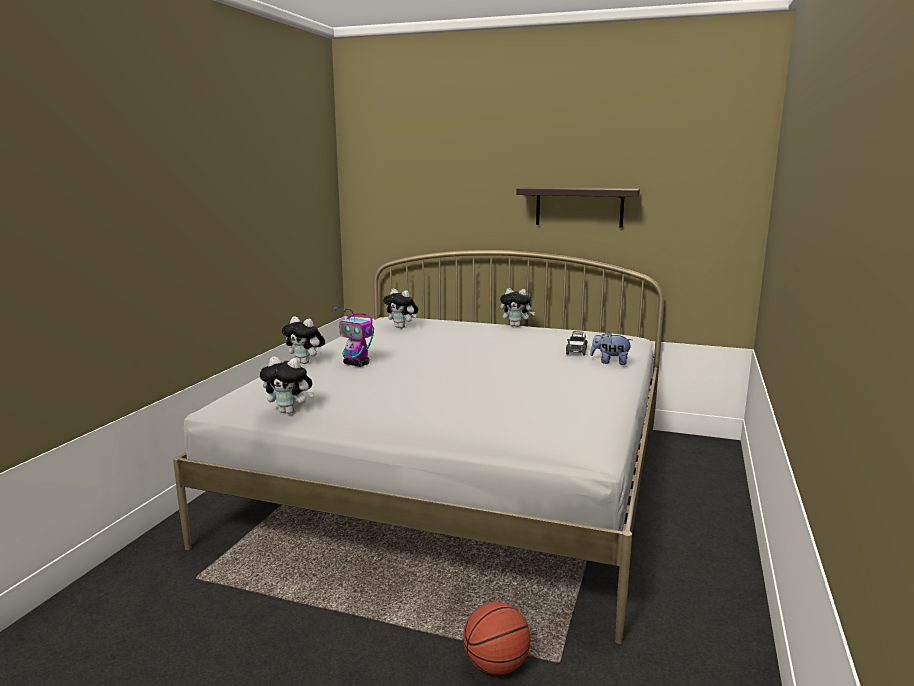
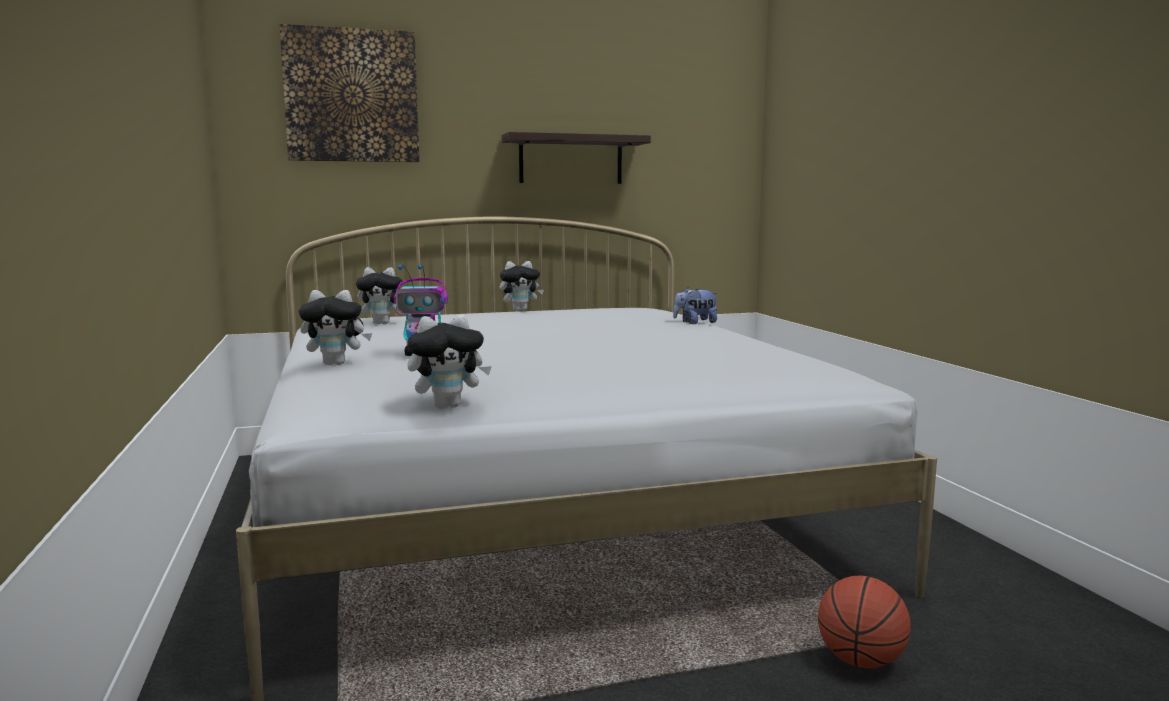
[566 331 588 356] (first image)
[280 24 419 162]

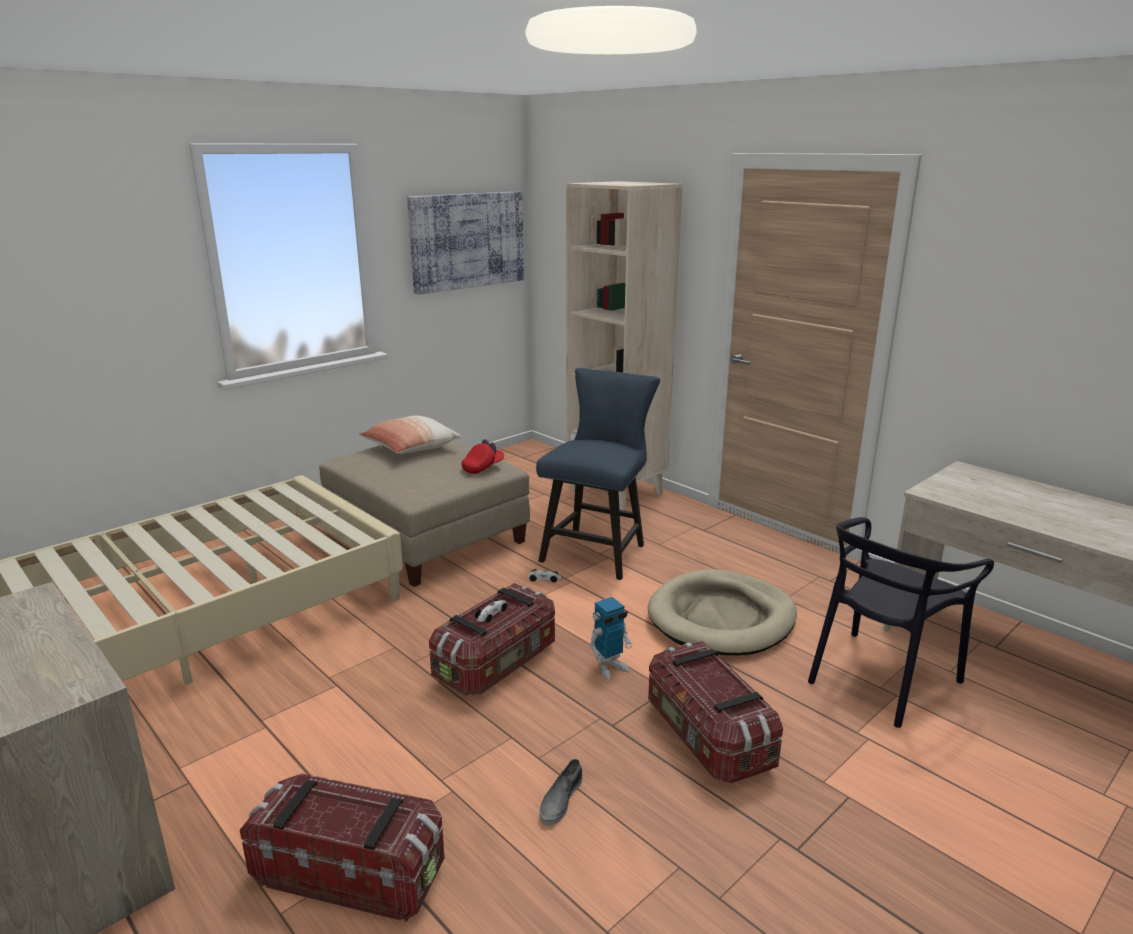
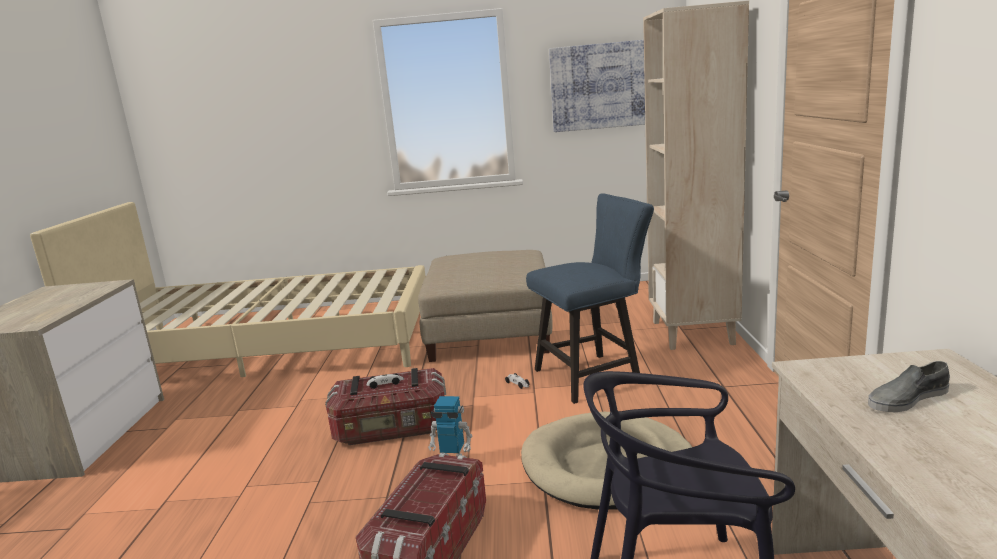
[240 774 445 922] (first image)
[359 416 461 454] (first image)
[462 439 504 474] (first image)
[868 361 950 412]

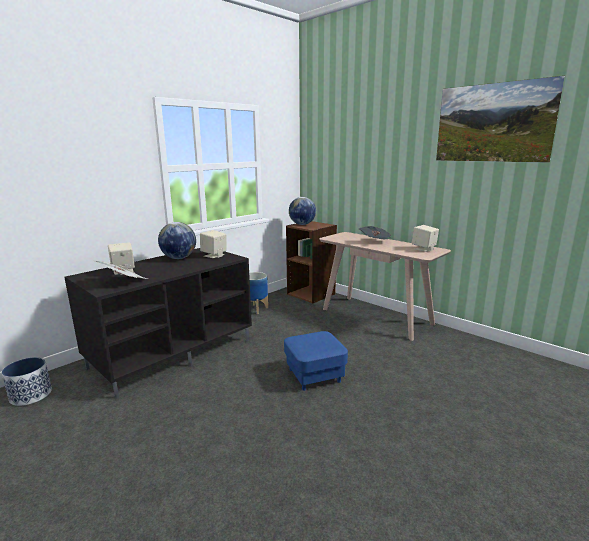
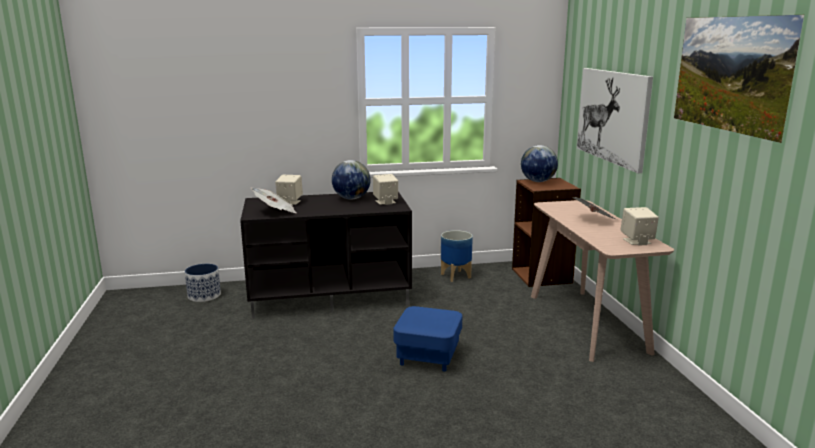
[577 68 653 173]

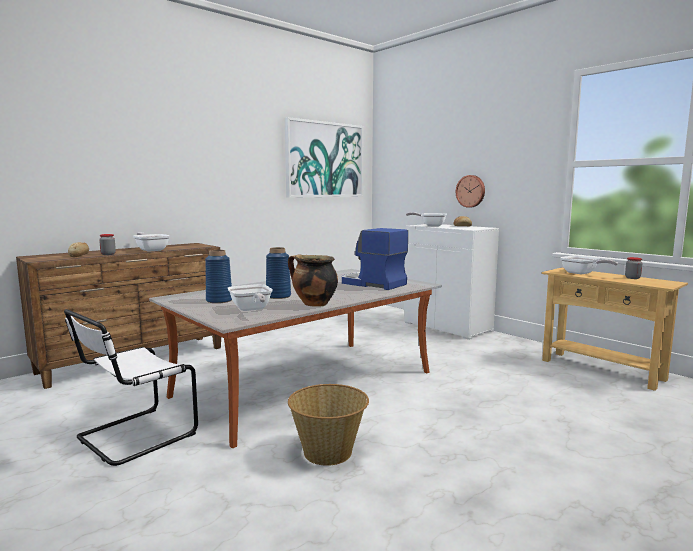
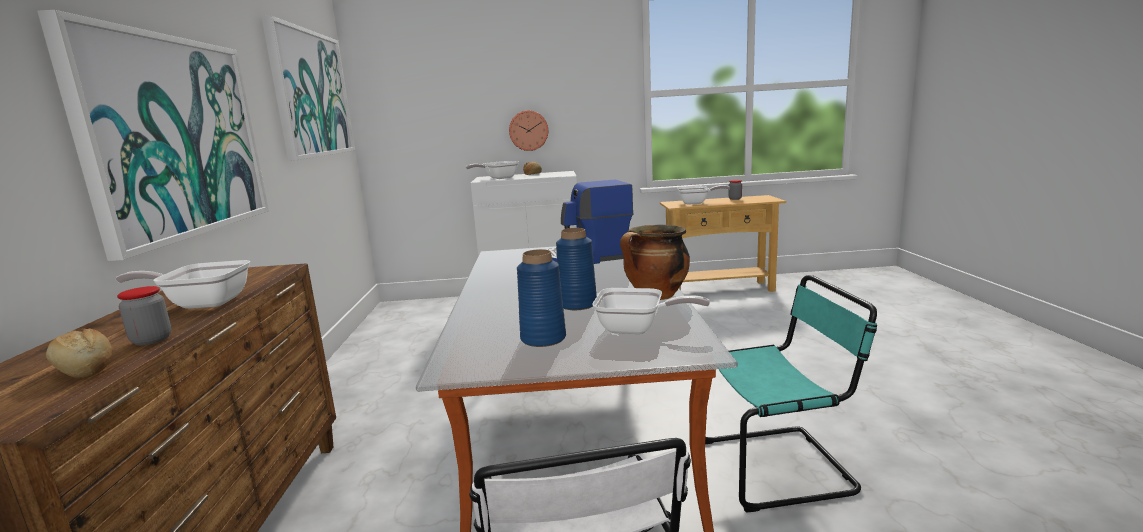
[37 10 269 261]
[705 275 877 512]

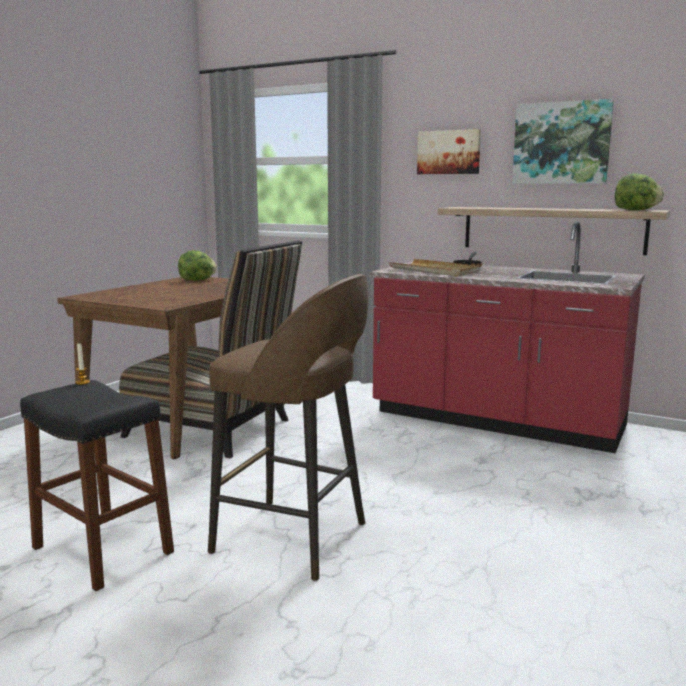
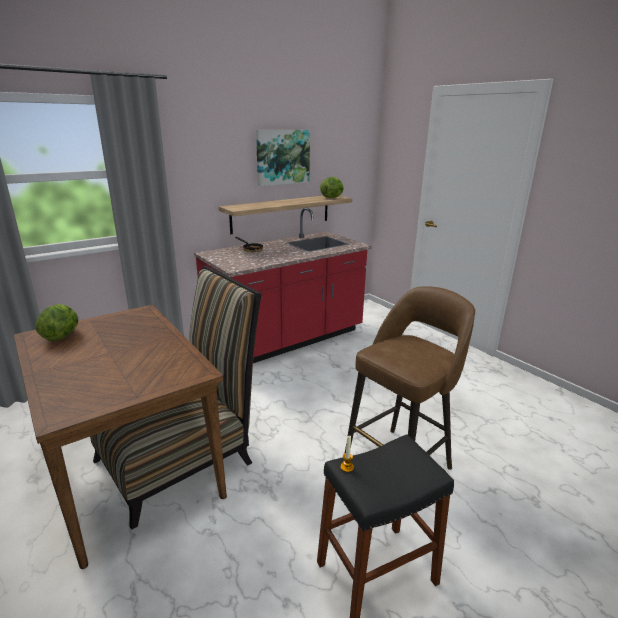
[389 259 480 276] (first image)
[417 129 481 174] (first image)

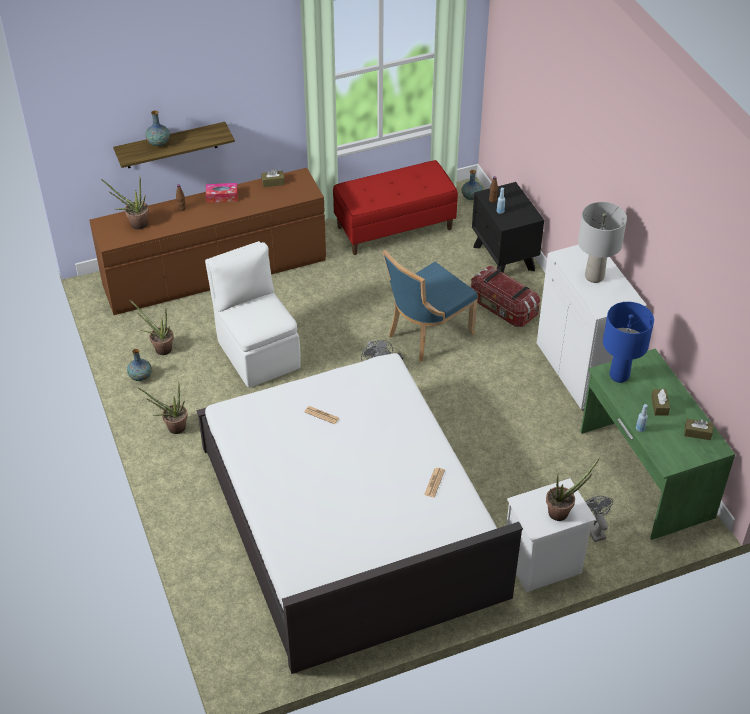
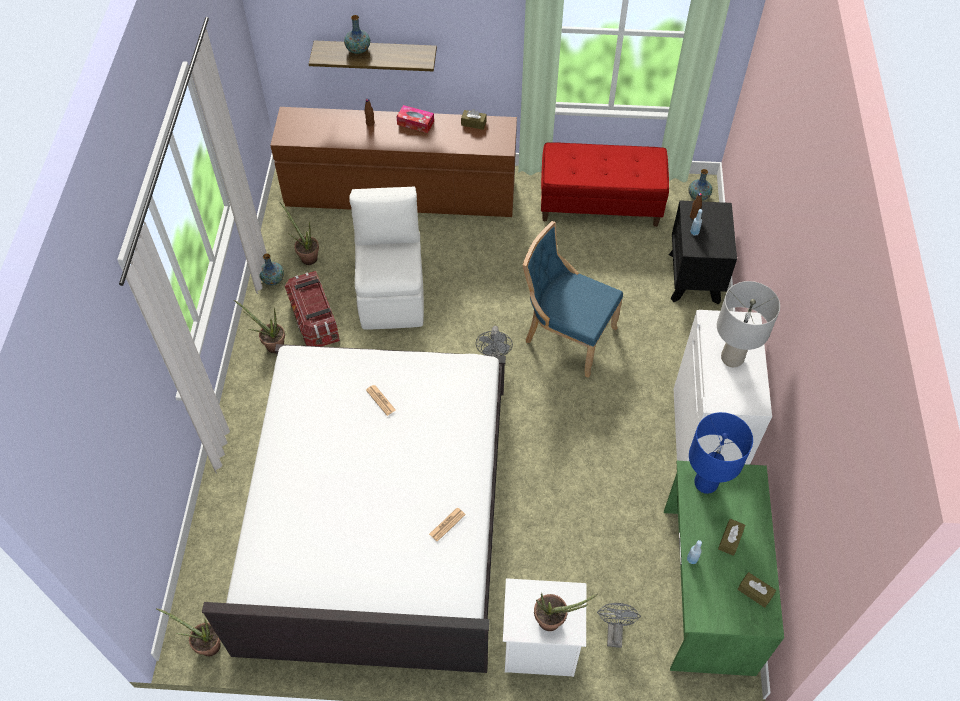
[156 608 221 657]
[285 271 340 346]
[523 221 623 378]

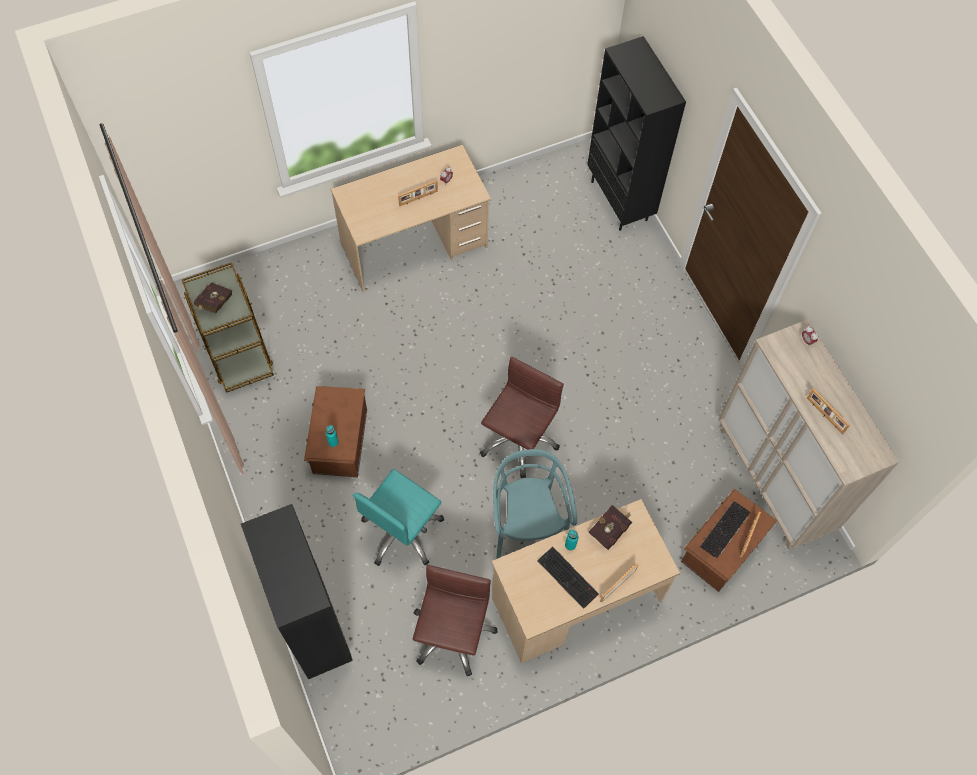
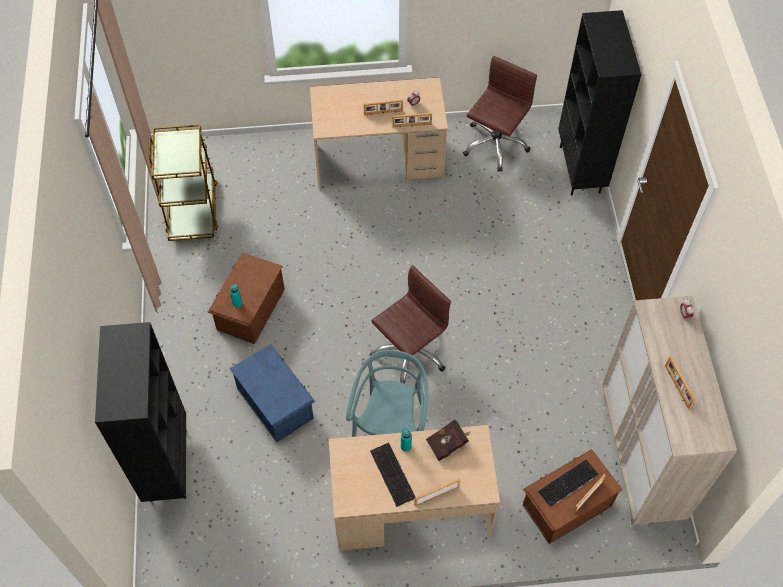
[194 282 232 314] (first image)
[393 113 432 127]
[463 56 537 172]
[230 344 315 442]

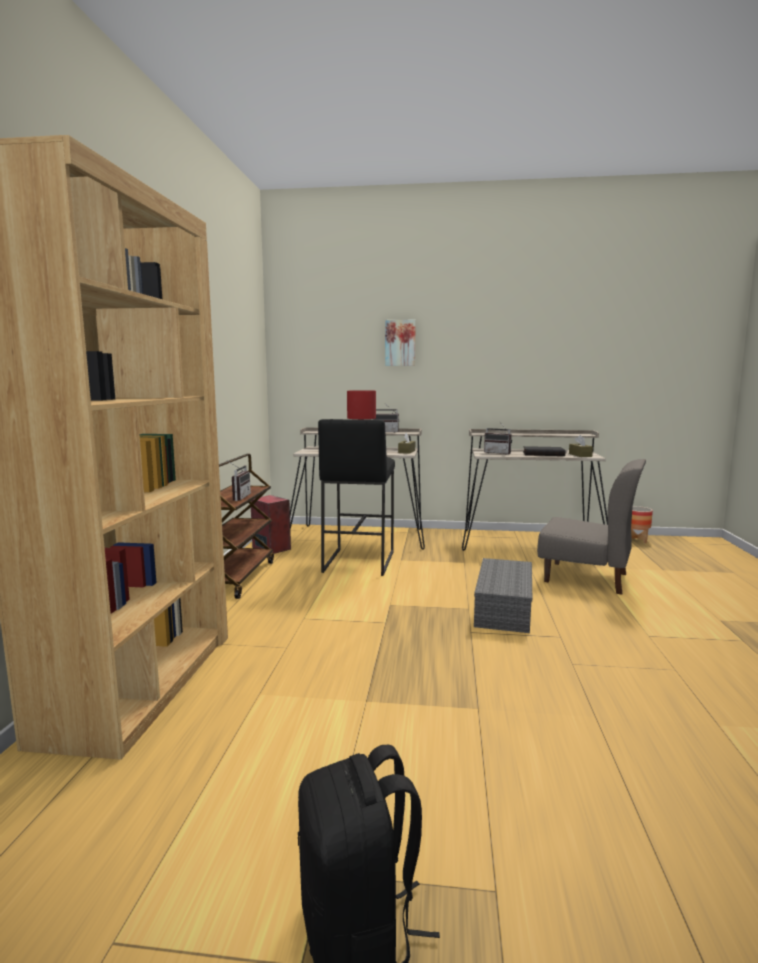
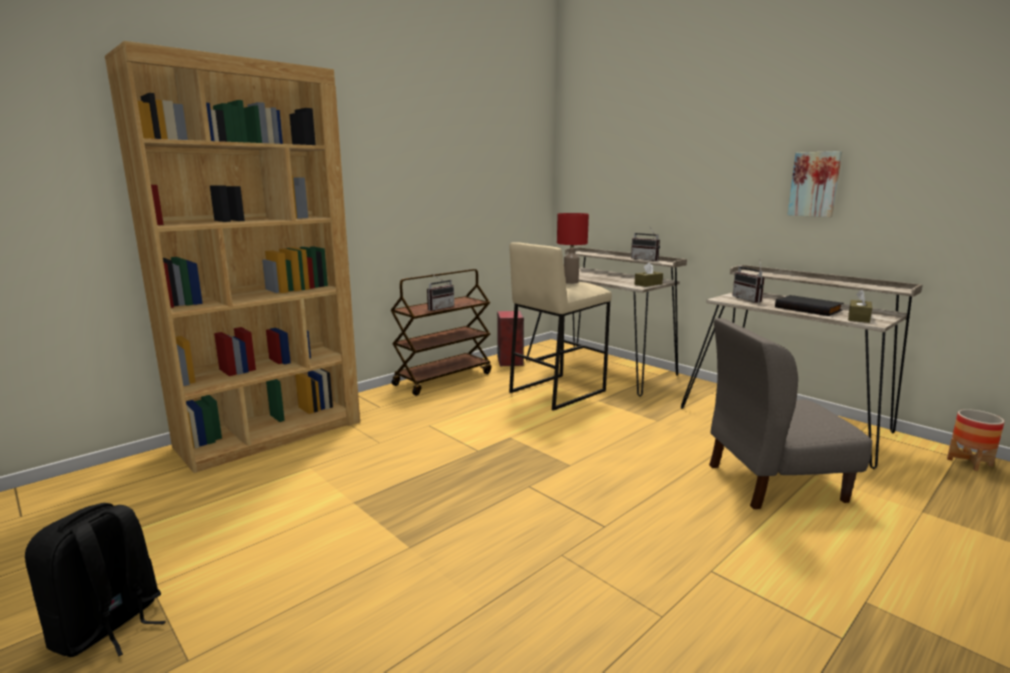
[474 558 532 633] (first image)
[788 151 842 217]
[509 242 612 411]
[709 318 872 509]

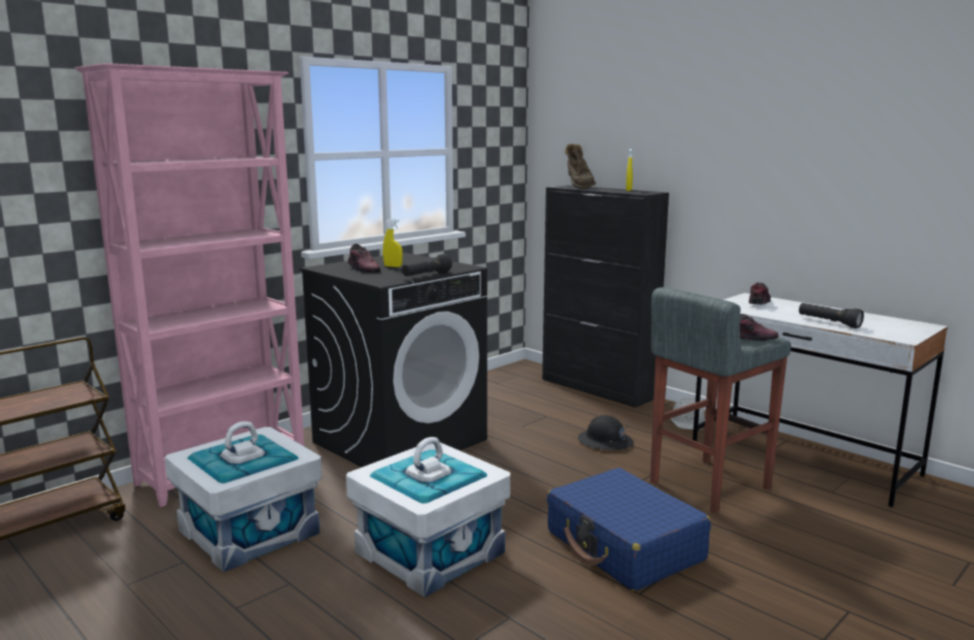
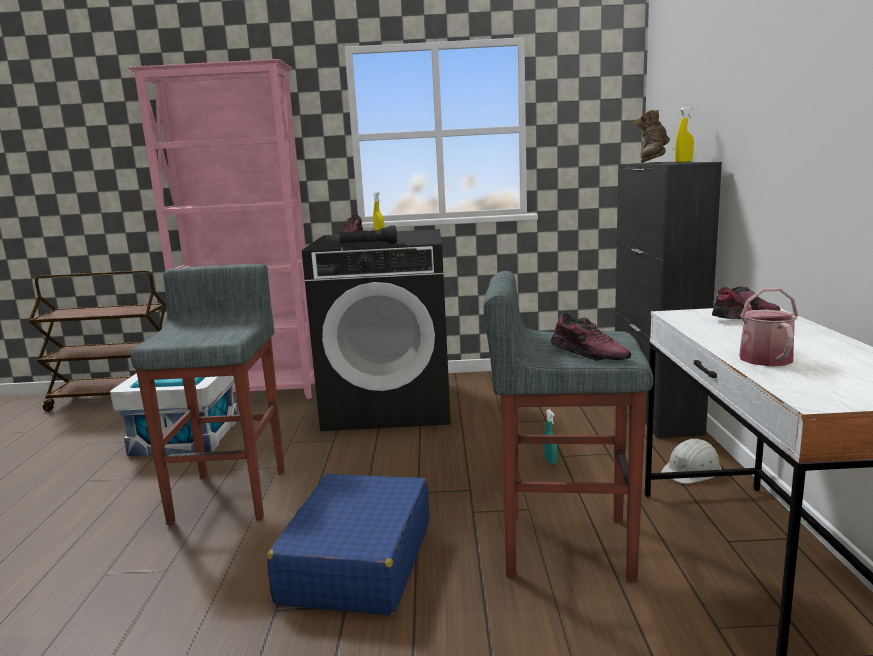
[131 264 285 525]
[544 410 557 465]
[734 288 798 366]

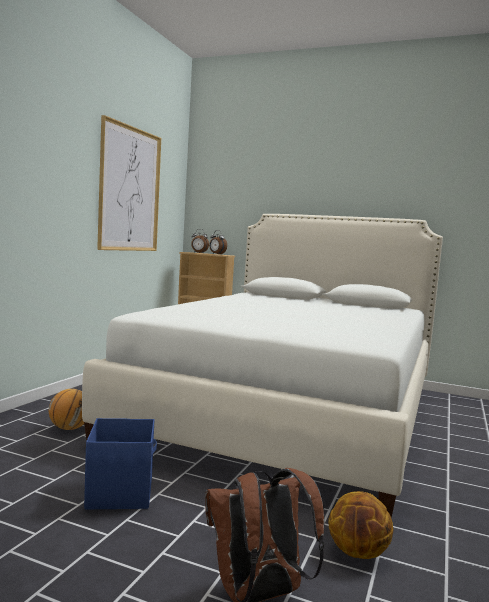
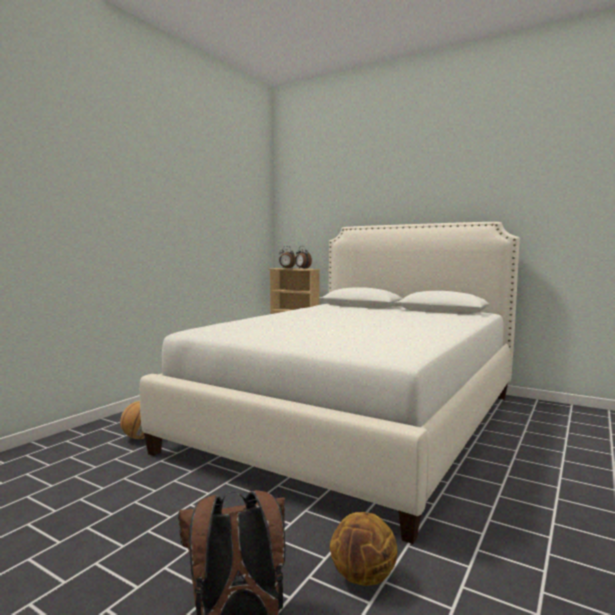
[84 418 157 509] (first image)
[97 115 161 251] (first image)

